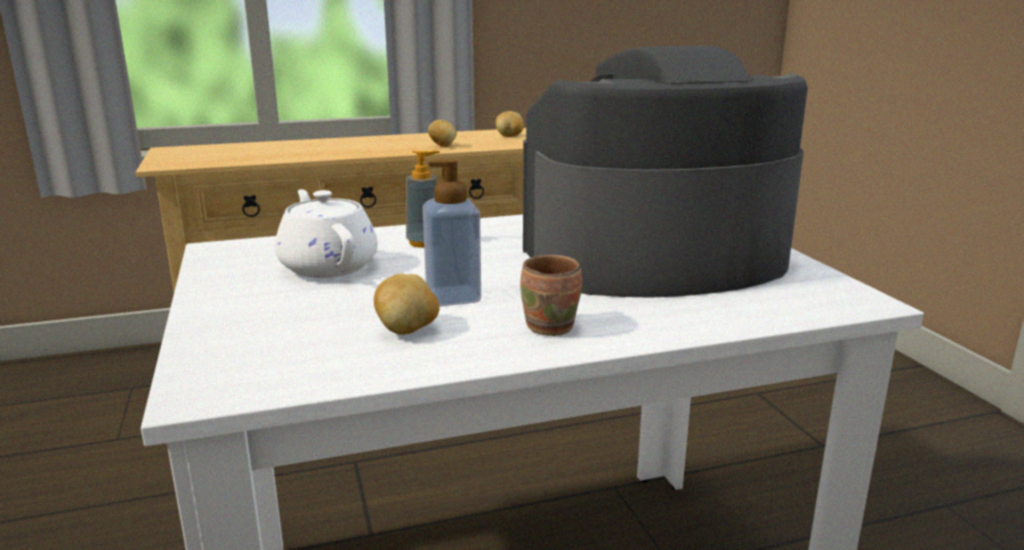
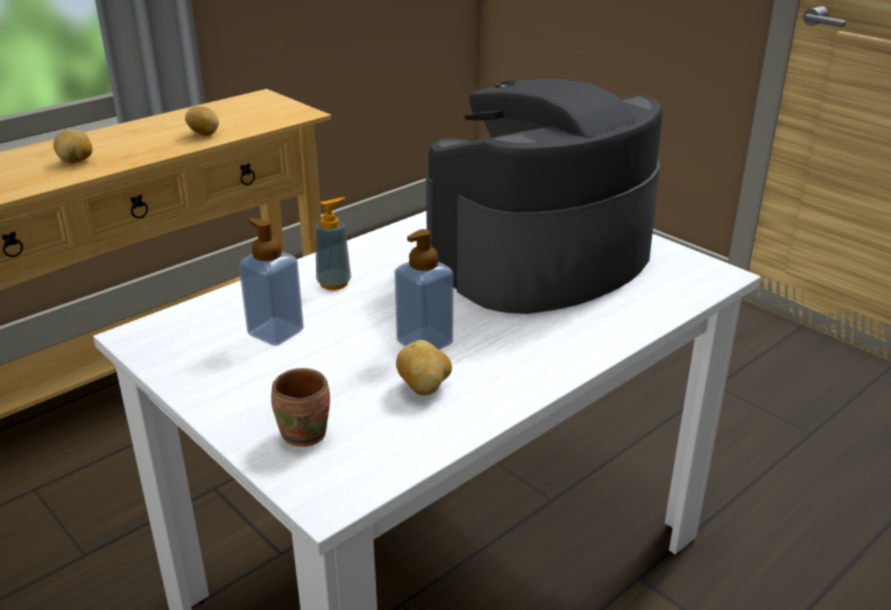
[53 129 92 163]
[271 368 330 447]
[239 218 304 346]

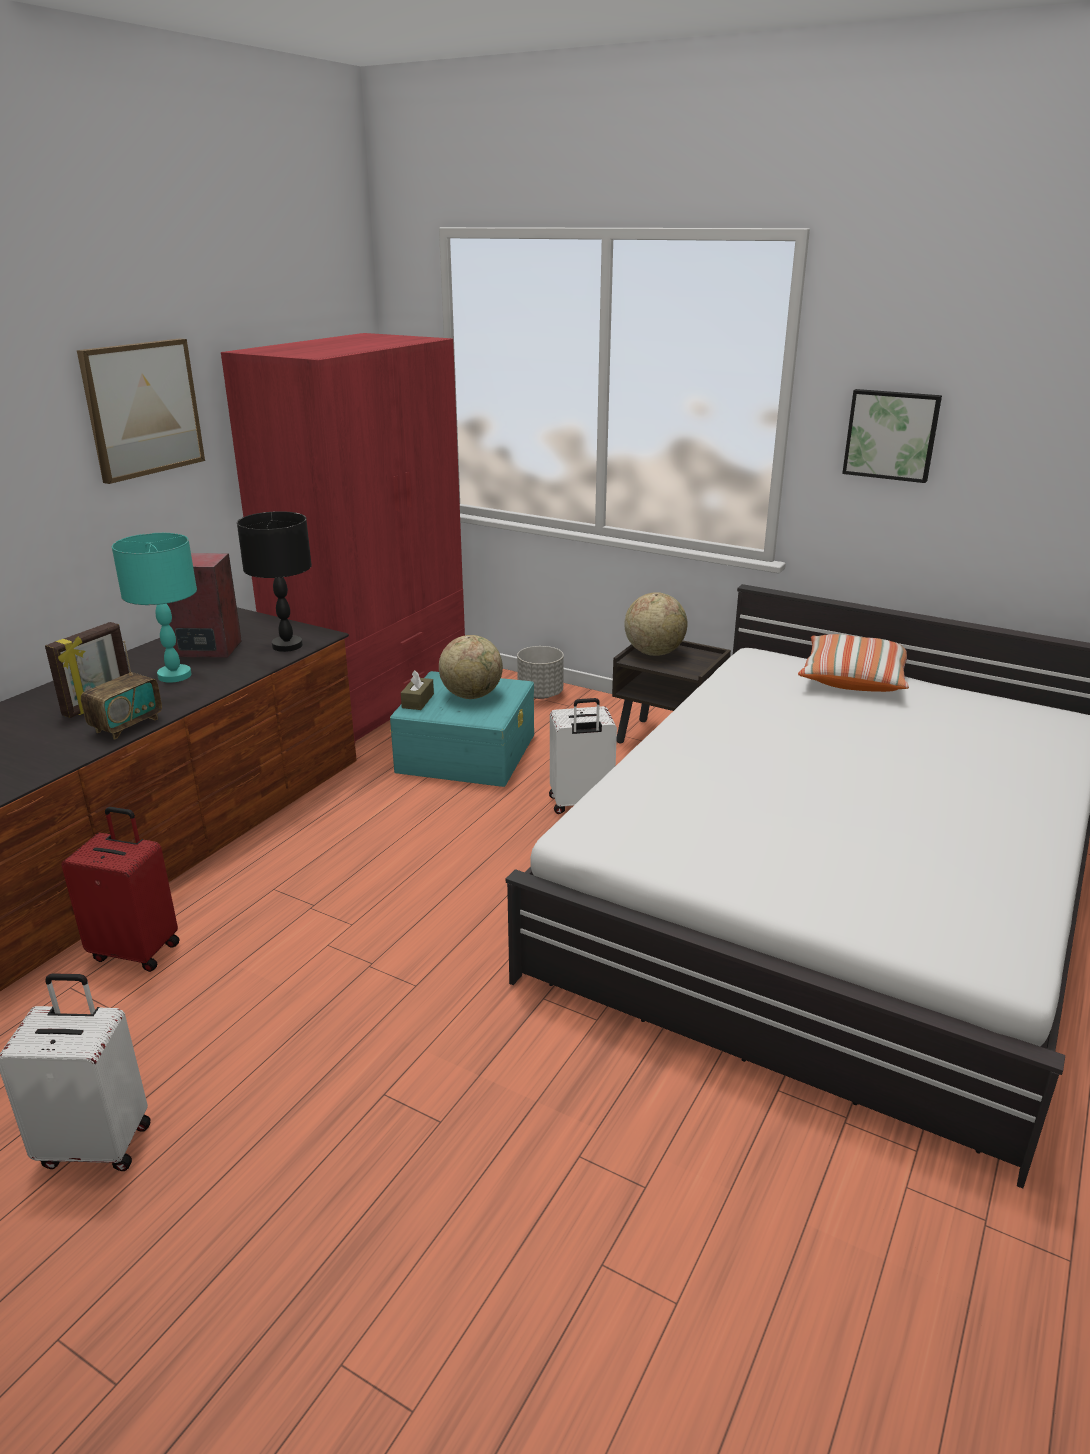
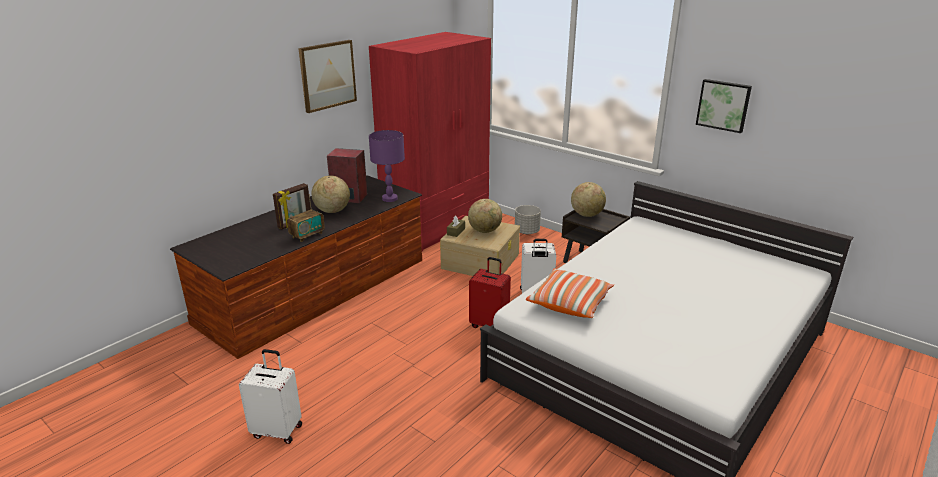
[469 257 511 328]
[526 269 614 318]
[312 175 350 213]
[369 130 405 202]
[440 216 520 276]

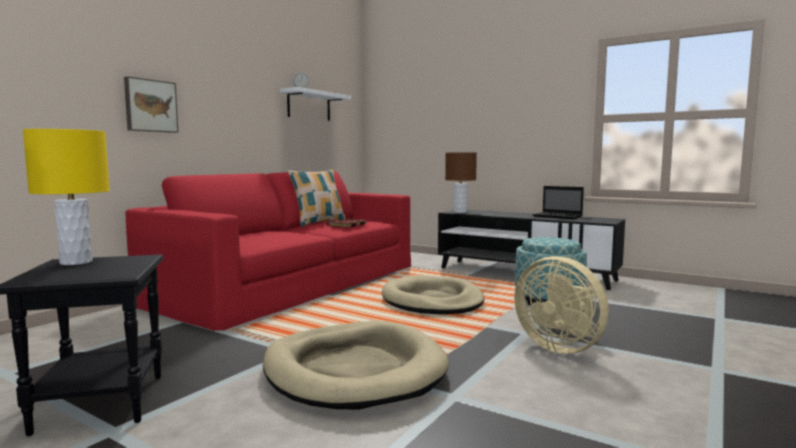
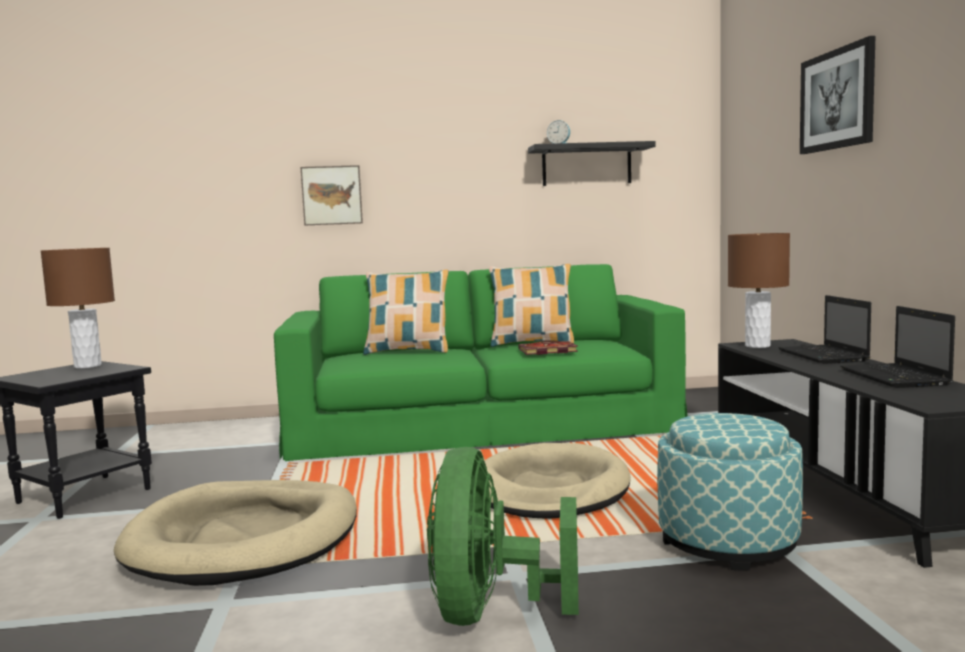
[363 270 449 355]
[779 295 871 364]
[800 36 875 154]
[41 248 115 368]
[274 264 688 461]
[528 141 656 186]
[427 447 579 626]

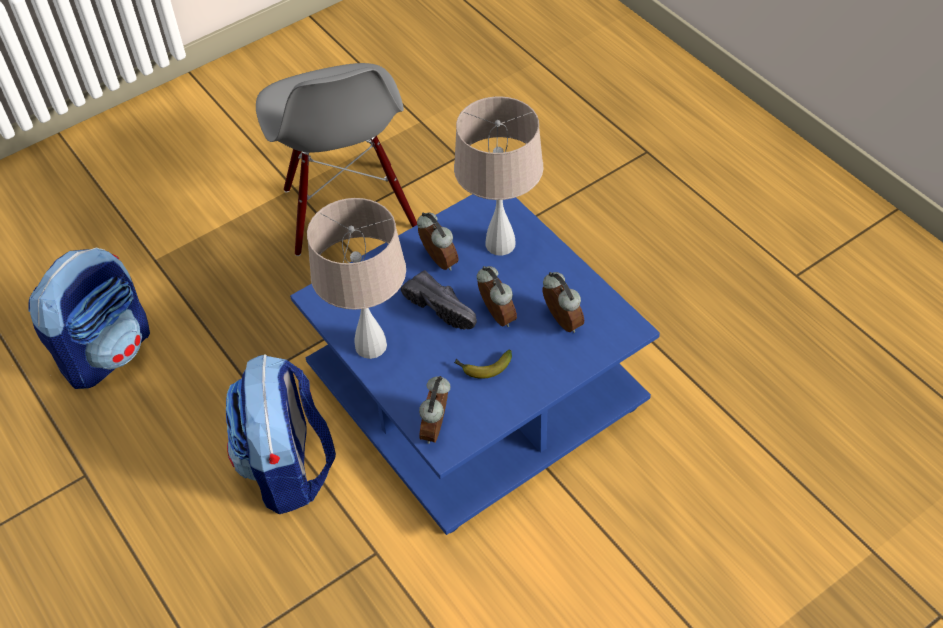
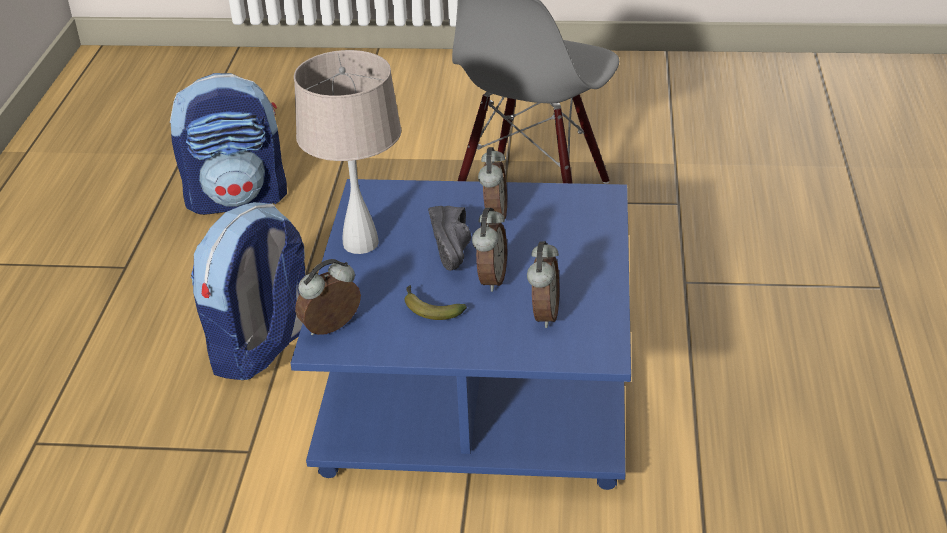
[454 96 543 256] (first image)

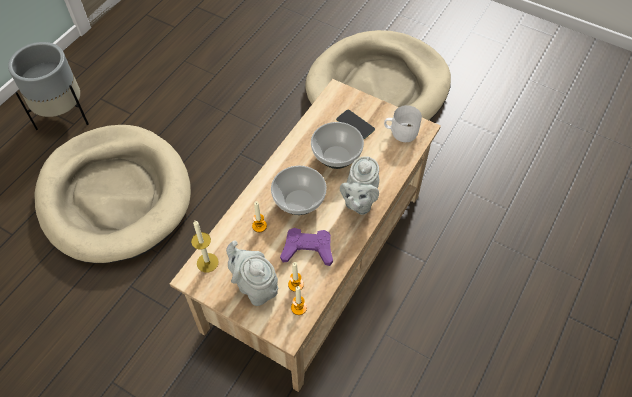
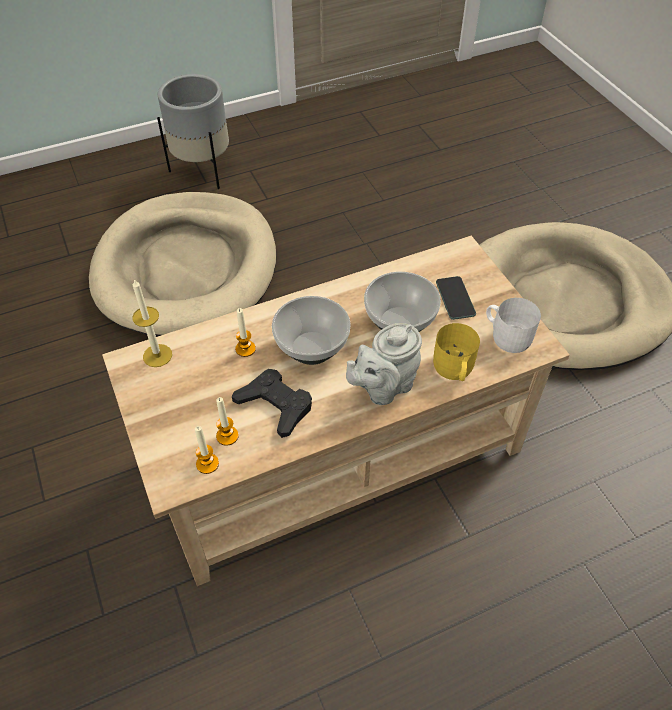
[226 240 278 306] (first image)
[433 323 480 381]
[232 369 312 438]

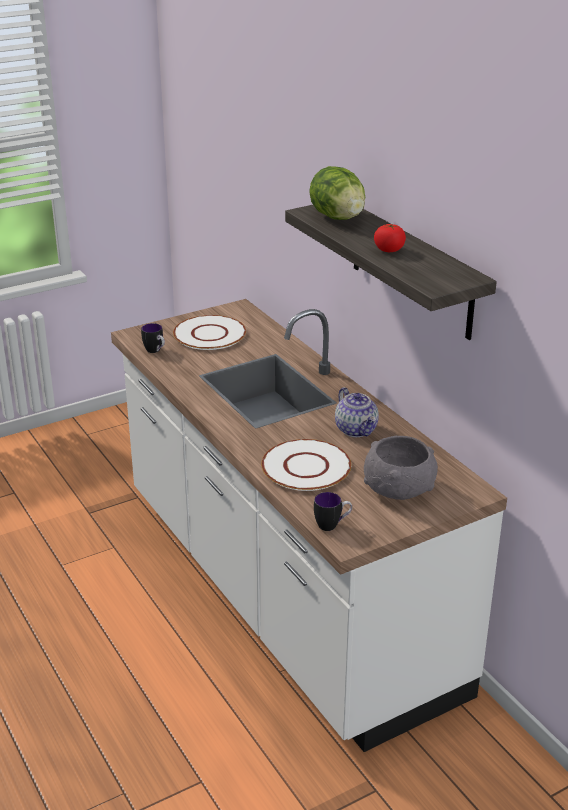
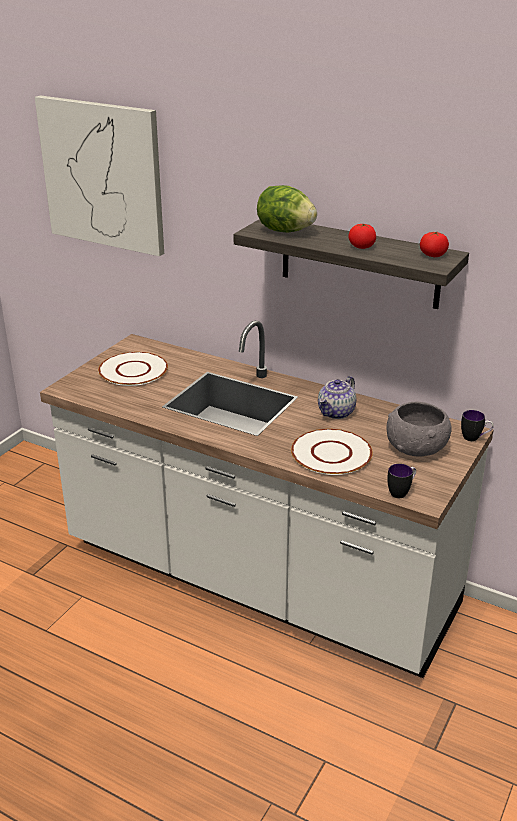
[35 95 164 256]
[420 232 449 257]
[461 410 493 441]
[318 376 356 419]

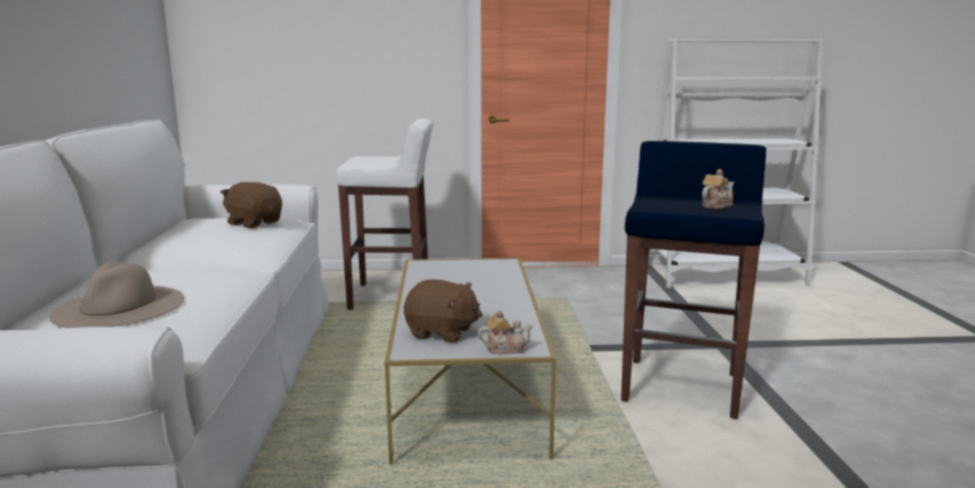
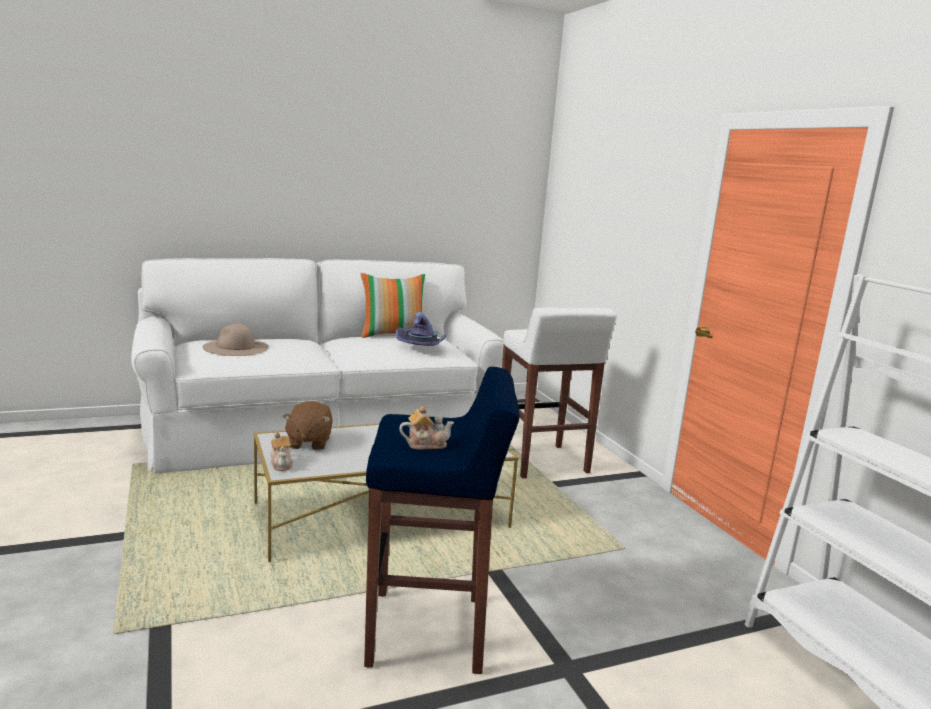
[360 273 425 338]
[396 312 446 346]
[399 406 454 450]

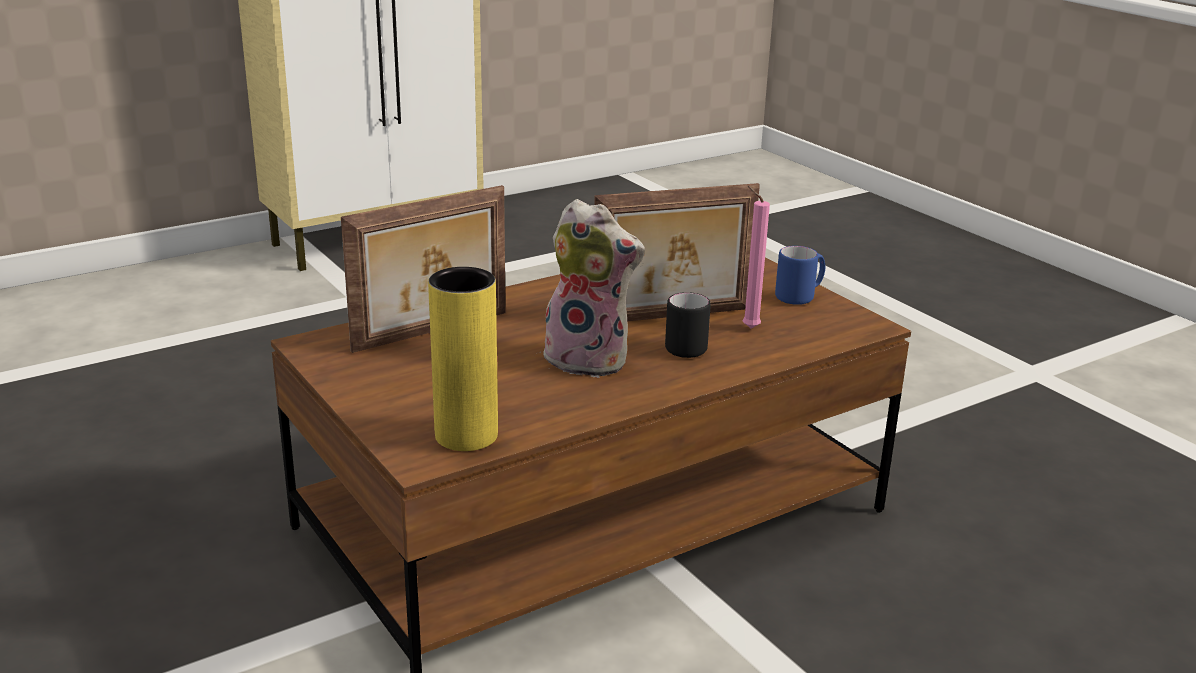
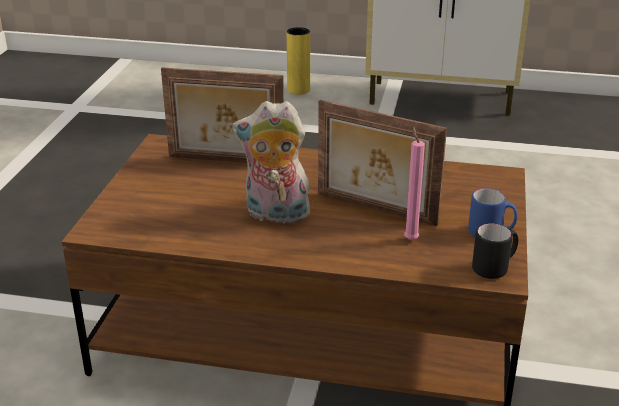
[287 27 310 95]
[472 223 518 279]
[232 101 313 224]

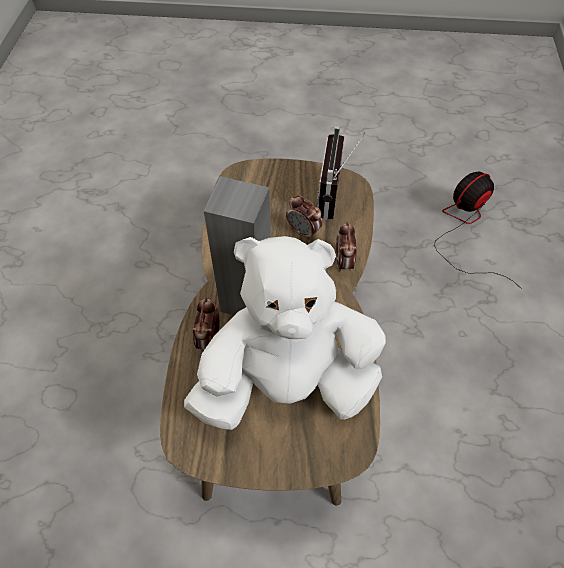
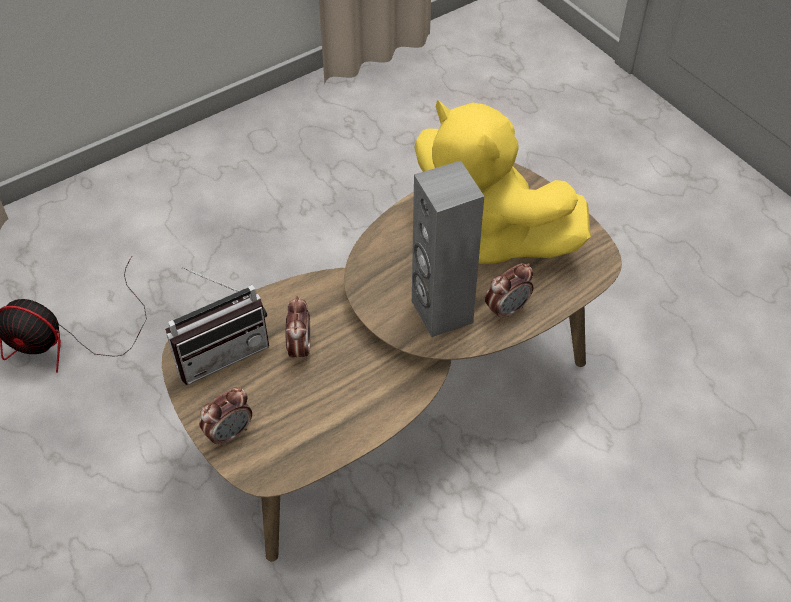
[199 387 252 447]
[414 100 591 264]

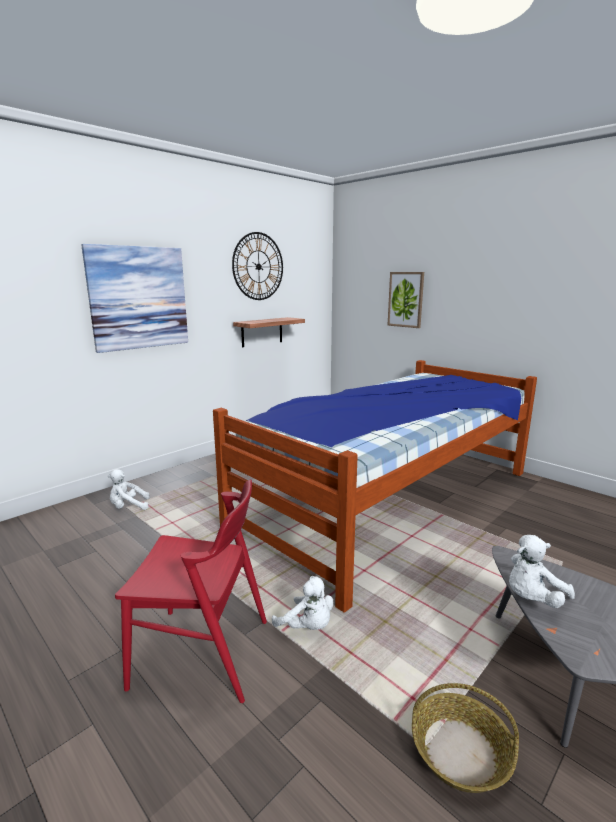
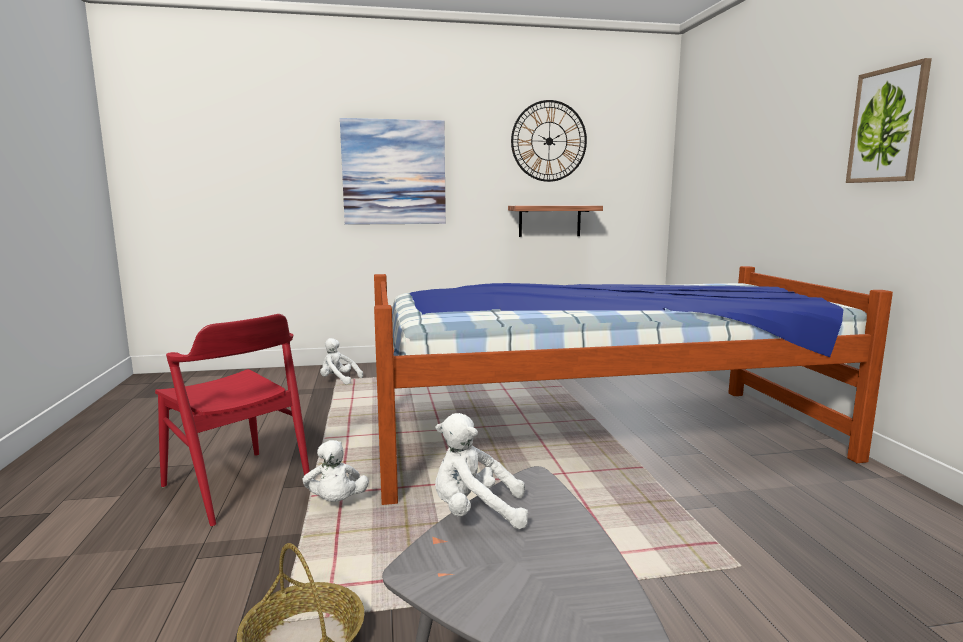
[846 58 932 183]

